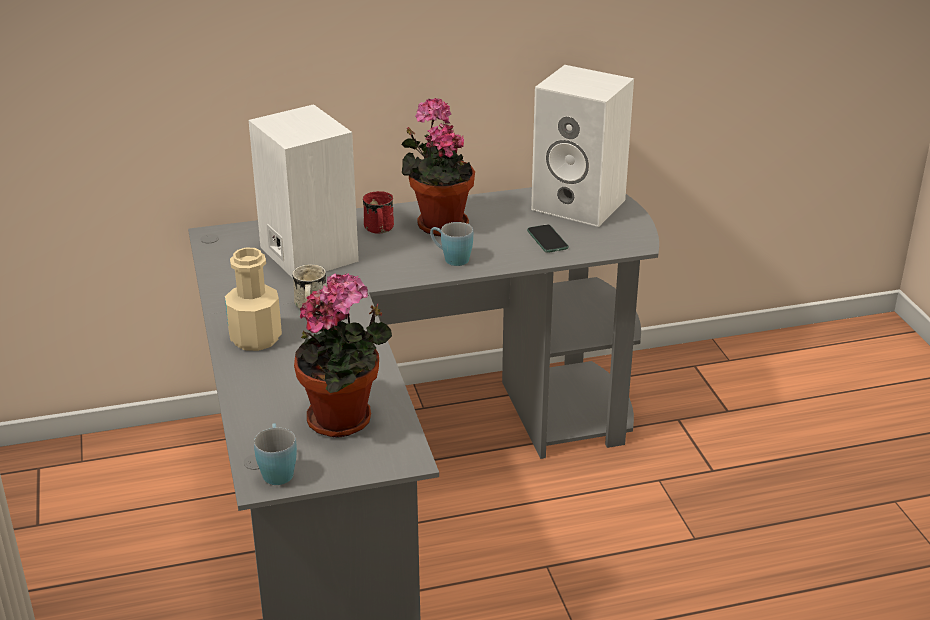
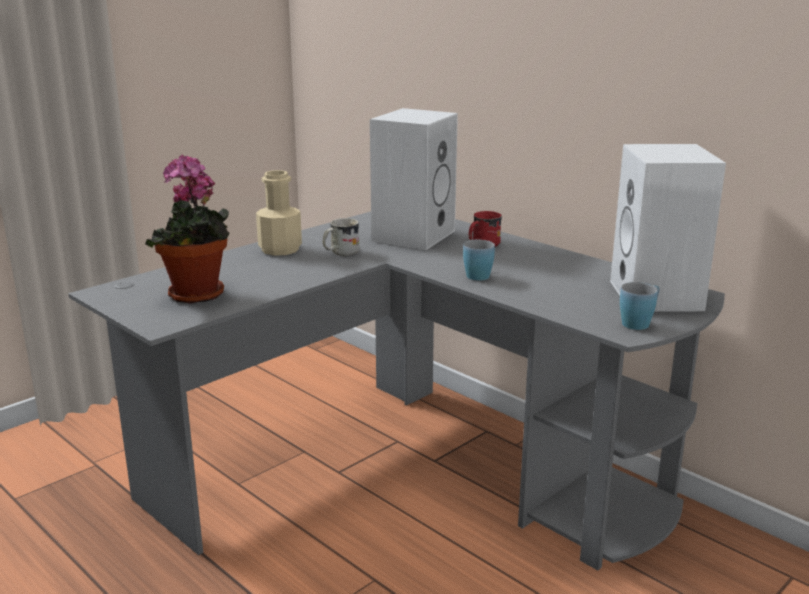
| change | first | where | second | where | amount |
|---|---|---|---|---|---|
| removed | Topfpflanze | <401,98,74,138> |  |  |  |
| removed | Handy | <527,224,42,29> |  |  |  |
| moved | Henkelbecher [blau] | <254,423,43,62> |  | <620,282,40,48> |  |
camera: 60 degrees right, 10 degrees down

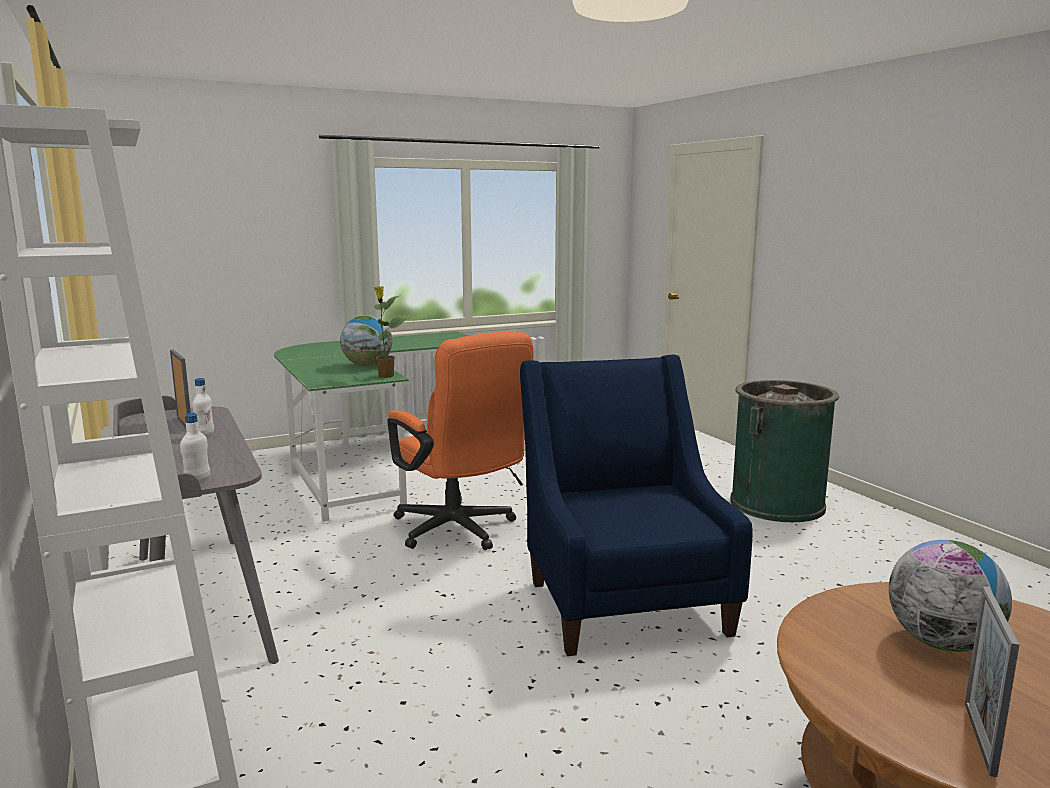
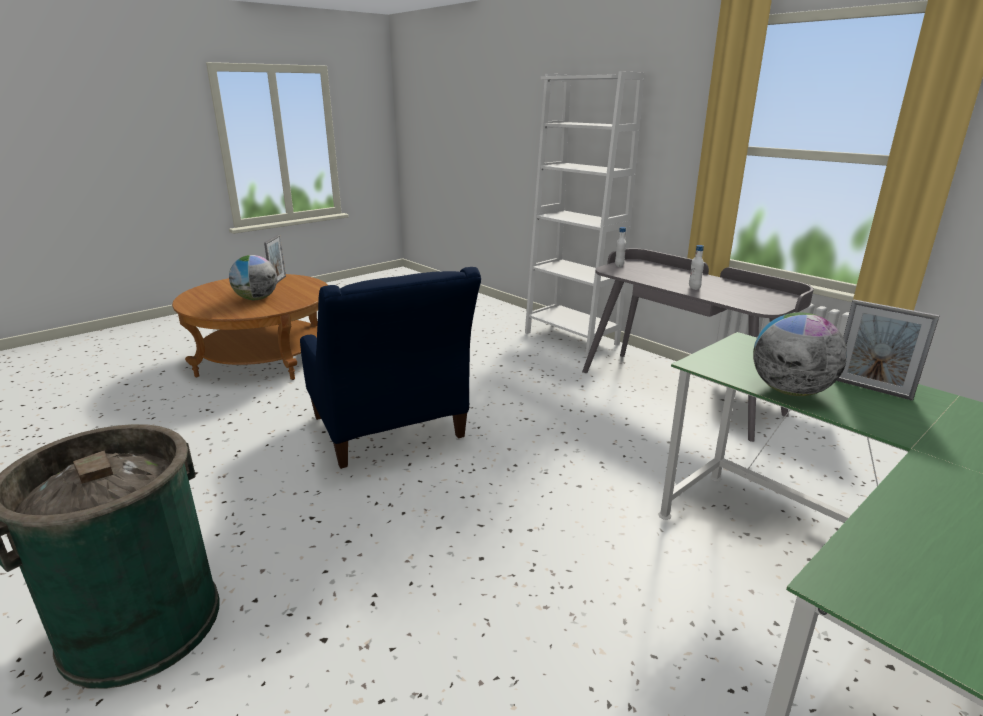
| change | first | where | second | where | amount |
|---|---|---|---|---|---|
| removed | Topfpflanze | <354,286,57,92> |  |  |  |
| removed | Bürostuhl [orange] | <387,332,147,218> |  |  |  |
| moved | Bilderrahmen | <170,349,21,78> |  | <837,299,103,102> |  |
camera: 165 degrees right, 10 degrees up

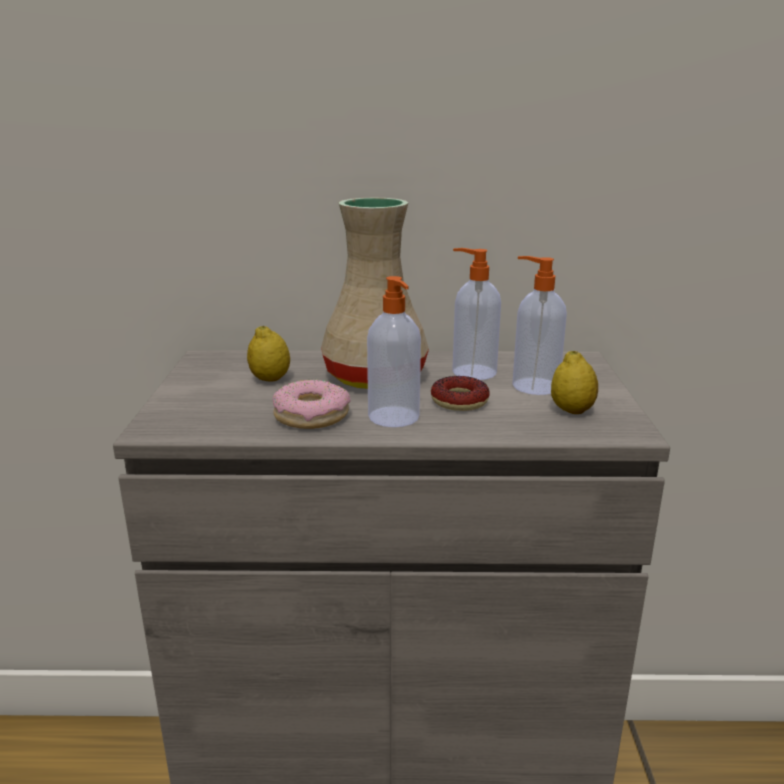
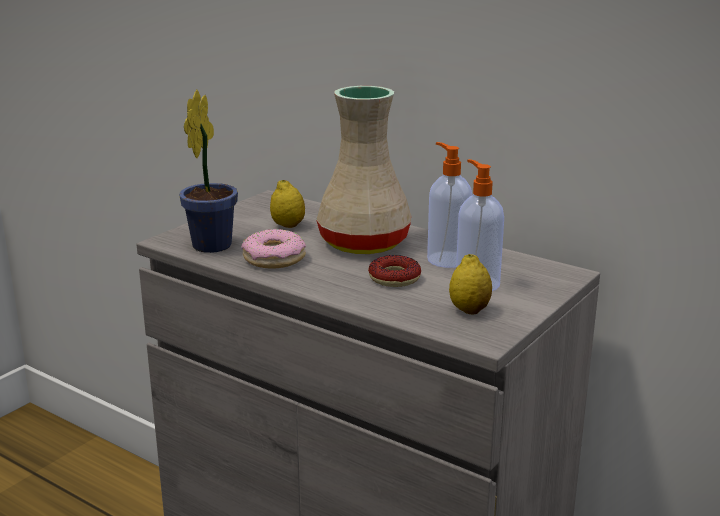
| change | first | where | second | where | amount |
|---|---|---|---|---|---|
| removed | Seifenspender | <367,276,54,151> |  |  |  |
| added |  |  | Topfpflanze | <179,90,59,163> |  |
camera: 35 degrees right, 0 degrees up

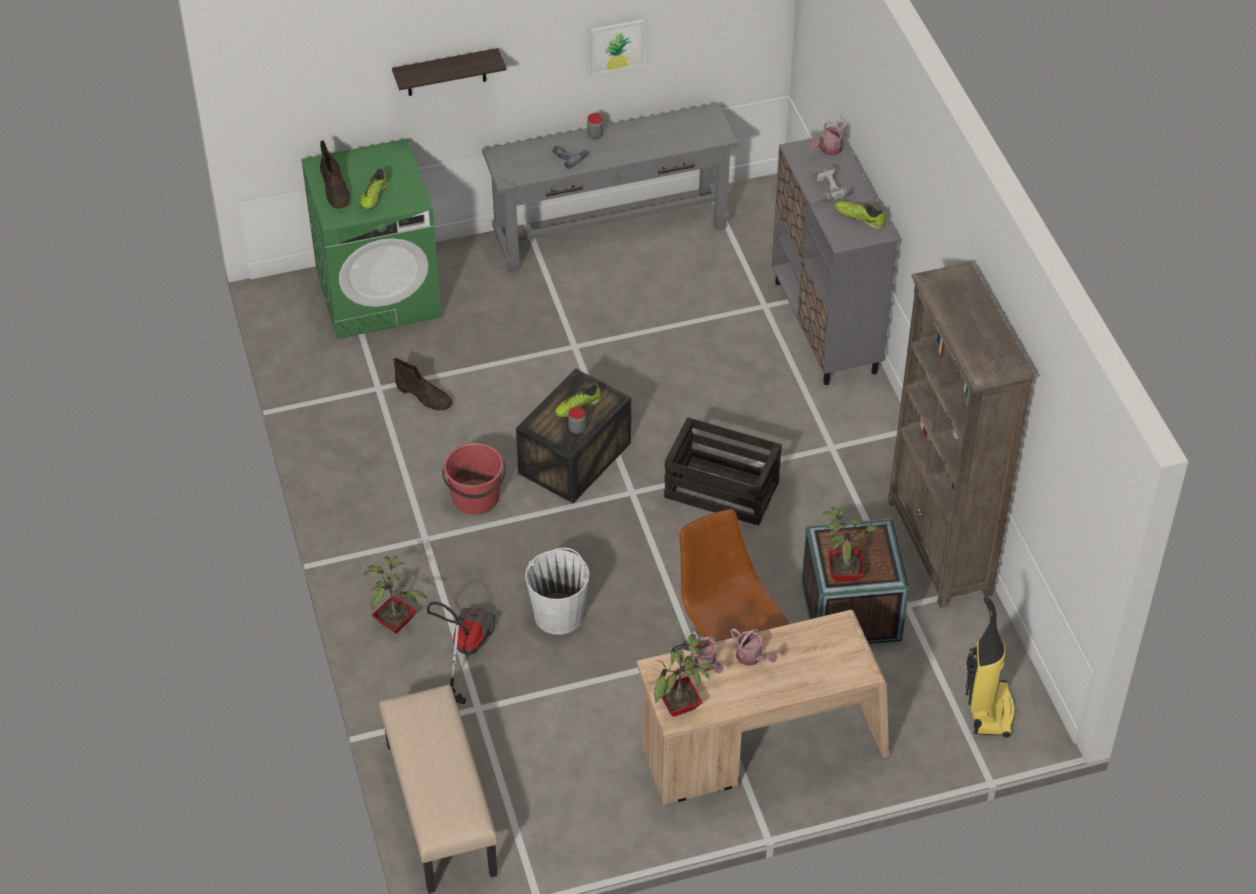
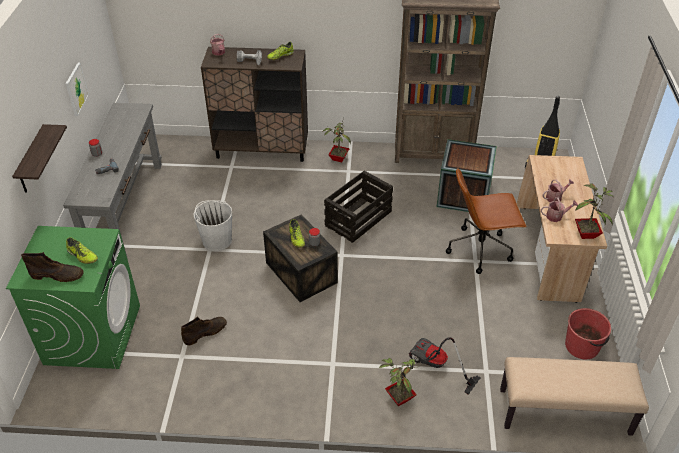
| change | first | where | second | where | amount |
|---|---|---|---|---|---|
| moved | Eimer [rot] | <442,443,64,72> |  | <565,308,46,51> |  |
| moved | Eimer [weiß] | <525,548,65,87> |  | <194,200,38,51> |  |
| moved | Topfpflanze | <822,507,58,74> |  | <322,118,29,44> |  |
| recoloured | Schrank [grau] | <772,136,126,249> | Schrank [braun] | <201,47,107,115> |  |
camera: 70 degrees left, 5 degrees down

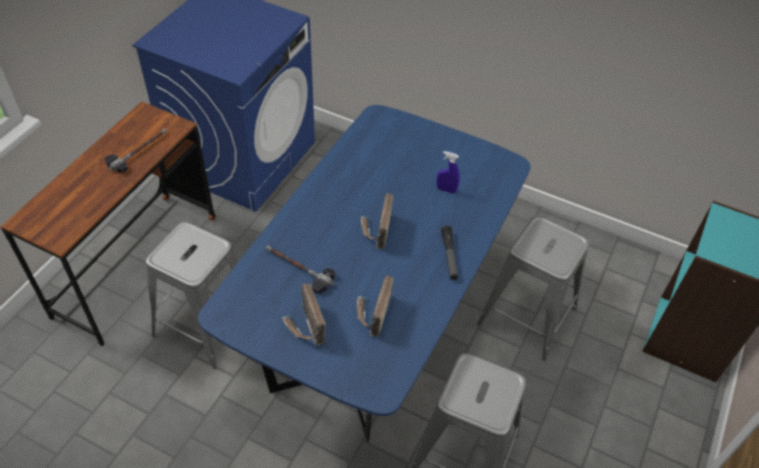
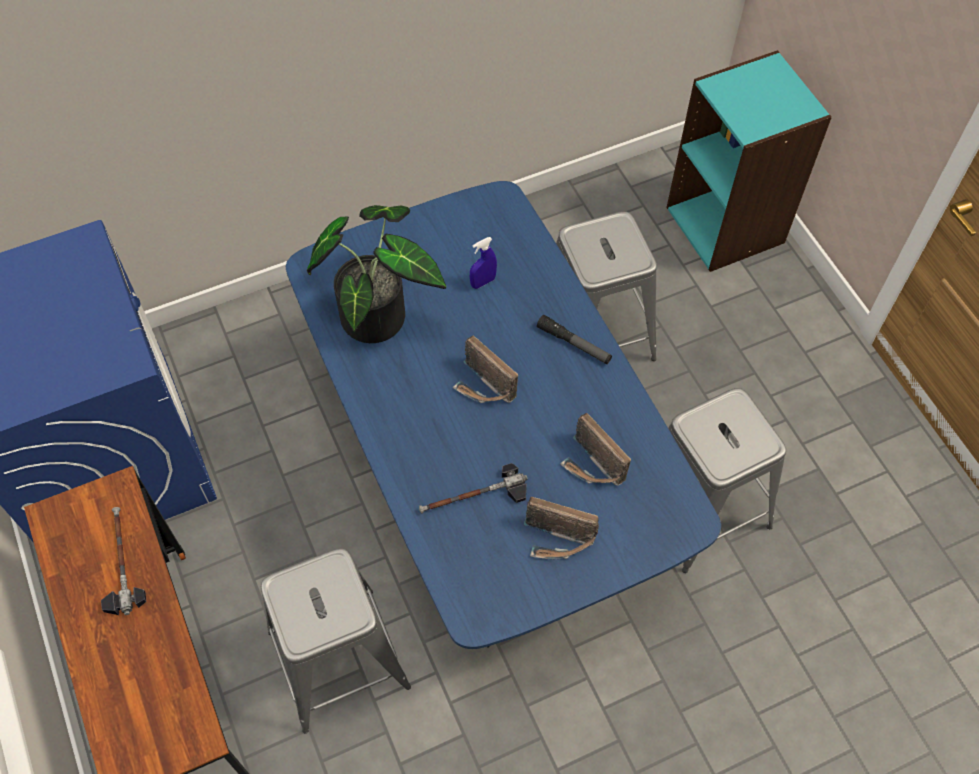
| change | first | where | second | where | amount |
|---|---|---|---|---|---|
| added |  |  | Topfpflanze | <307,205,139,138> |  |
camera: 50 degrees left, 10 degrees up

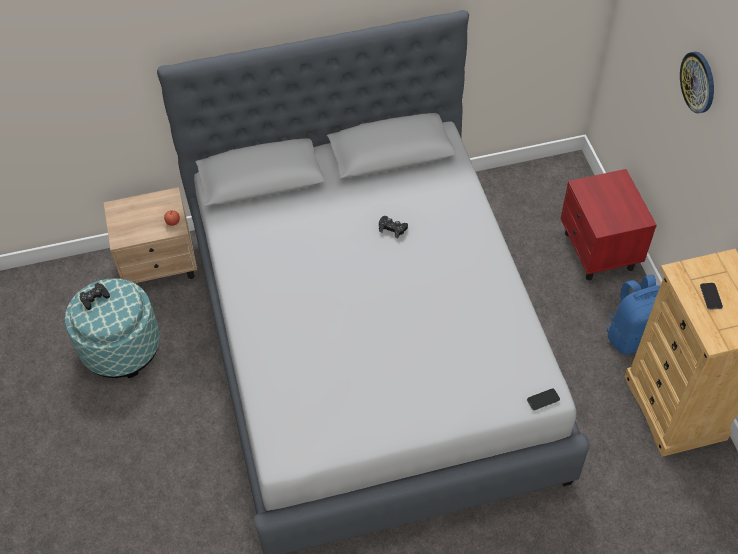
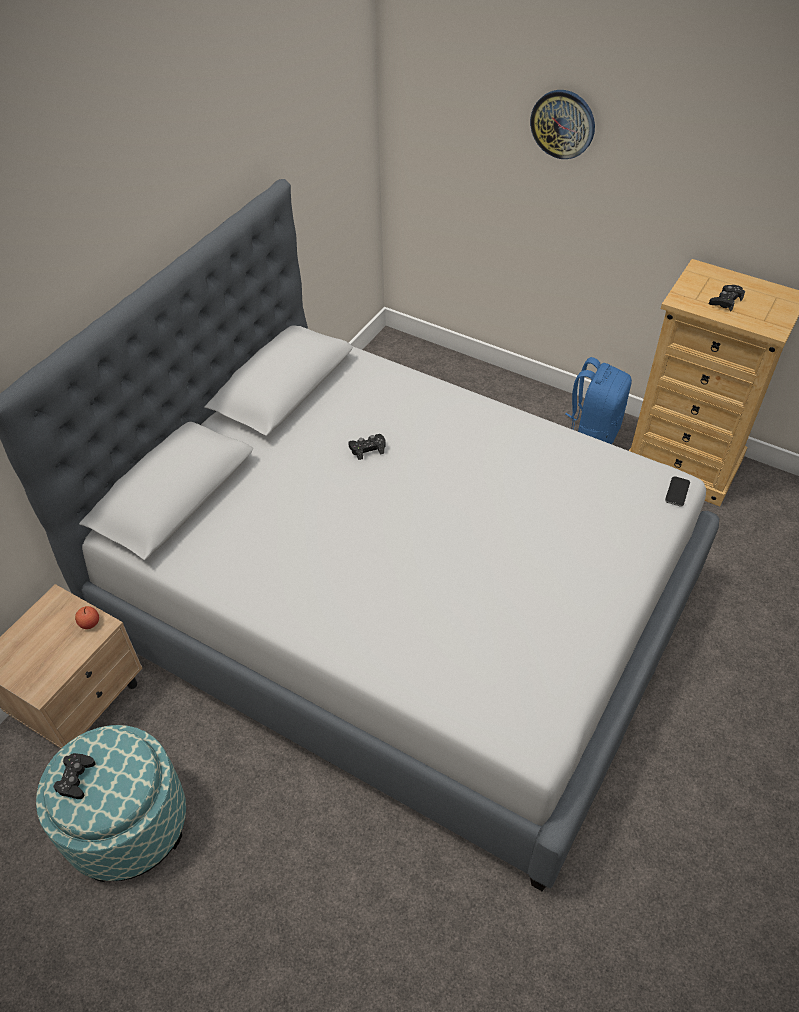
| change | first | where | second | where | amount |
|---|---|---|---|---|---|
| removed | Nachttisch [rot] | <560,169,97,112> |  |  |  |
| replaced | Handy | <700,283,23,27> | Gamepad [schwarz] | <709,285,36,27> |  |
camera: 45 degrees left, 5 degrees down

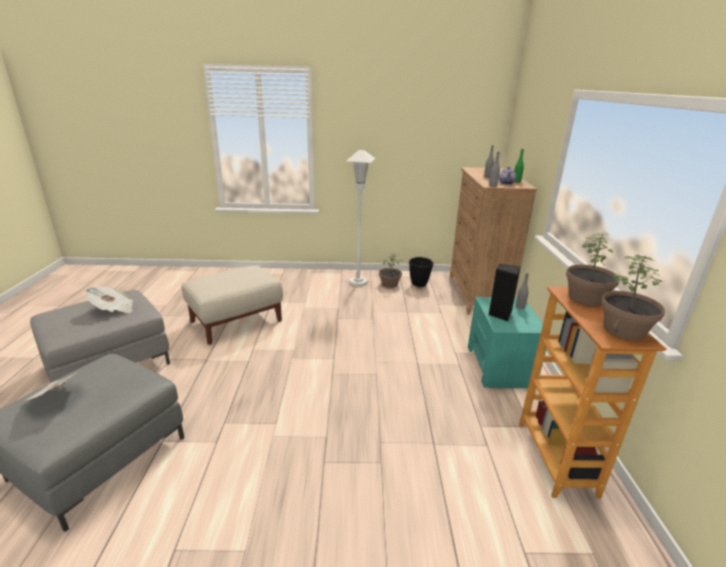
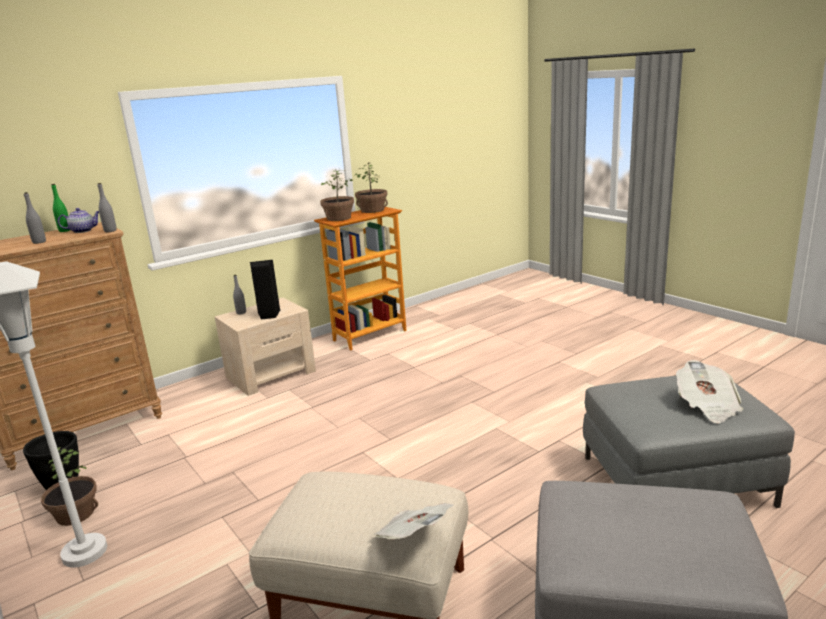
| change | first | where | second | where | amount |
|---|---|---|---|---|---|
| moved | Zeitung | <85,286,48,27> |  | <373,503,81,36> |  |
| recoloured | Nachttisch [türkis] | <468,297,78,91> | Nachttisch [beige] | <215,298,101,98> |  |
camera: 125 degrees left, 5 degrees down

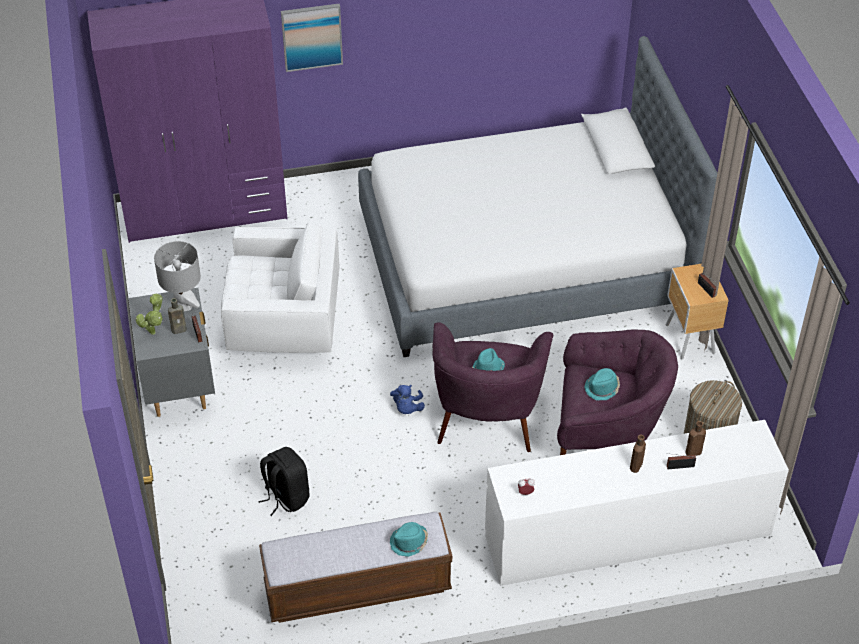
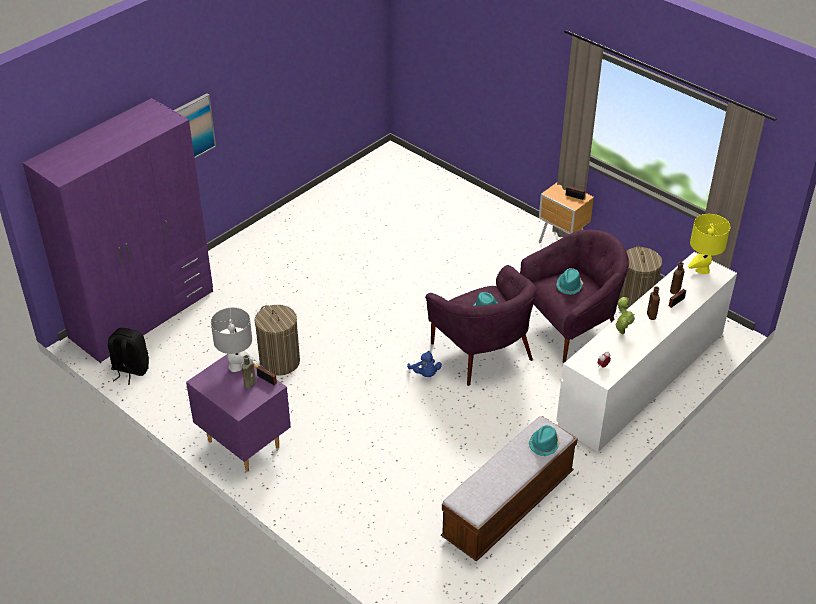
| change | first | where | second | where | amount |
|---|---|---|---|---|---|
| removed | Bett | <358,36,360,321> |  |  |  |
| added |  |  | Tischlampe [gelb] | <688,214,42,60> |  |
| moved | Topfpflanze | <135,294,28,41> |  | <615,297,20,37> |  |
| moved | Rucksack [schwarz] | <258,447,51,69> |  | <108,328,41,57> |  |
| replaced | Sessel [weiß] | <221,223,118,130> | Wäschekorb | <255,305,45,71> |  |
| recoloured | Nachttisch [grau] | <129,288,86,129> | Nachttisch [lila] | <186,354,105,118> |  |
camera: 35 degrees left, 5 degrees down

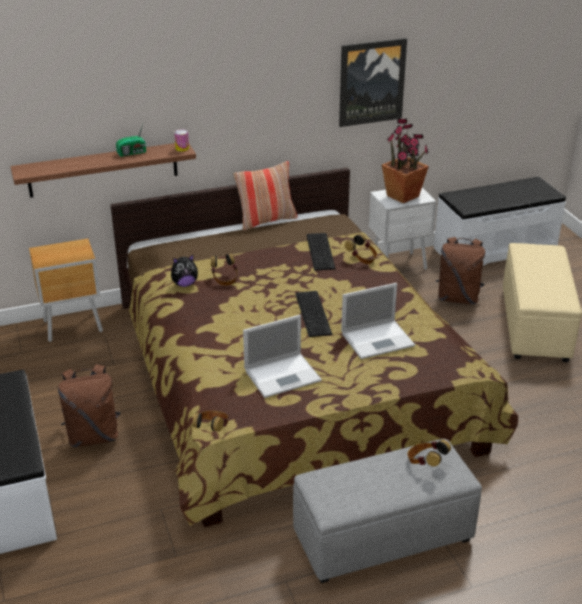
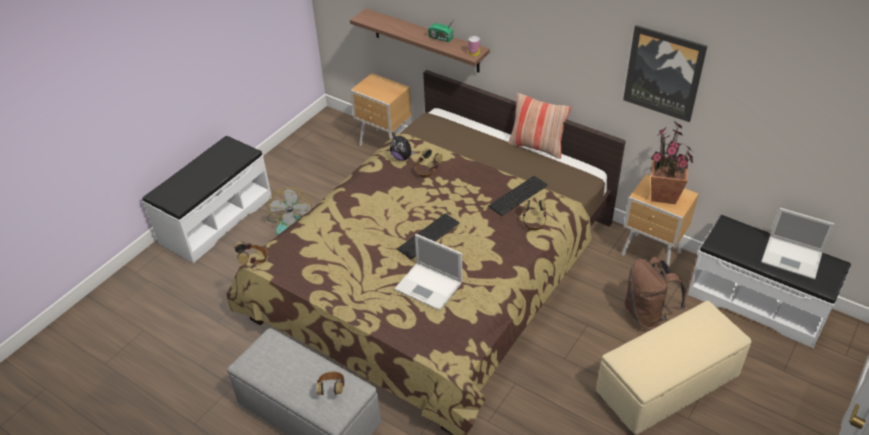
| change | first | where | second | where | amount |
|---|---|---|---|---|---|
| moved | Laptop | <243,315,79,83> |  | <761,208,73,72> |  |
| replaced | Rucksack [braun] | <58,364,63,83> | Ventilator | <267,187,45,48> |  |
| recoloured | Nachttisch [weiß] | <369,188,67,82> | Nachttisch [braun] | <621,174,78,92> |  |
camera: 55 degrees right, 10 degrees up

